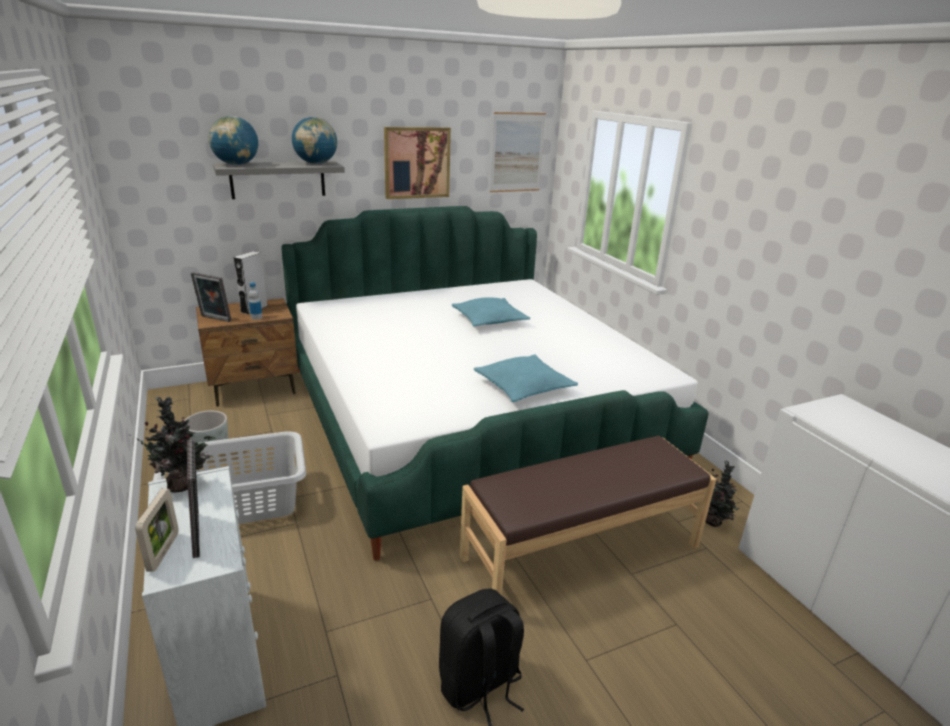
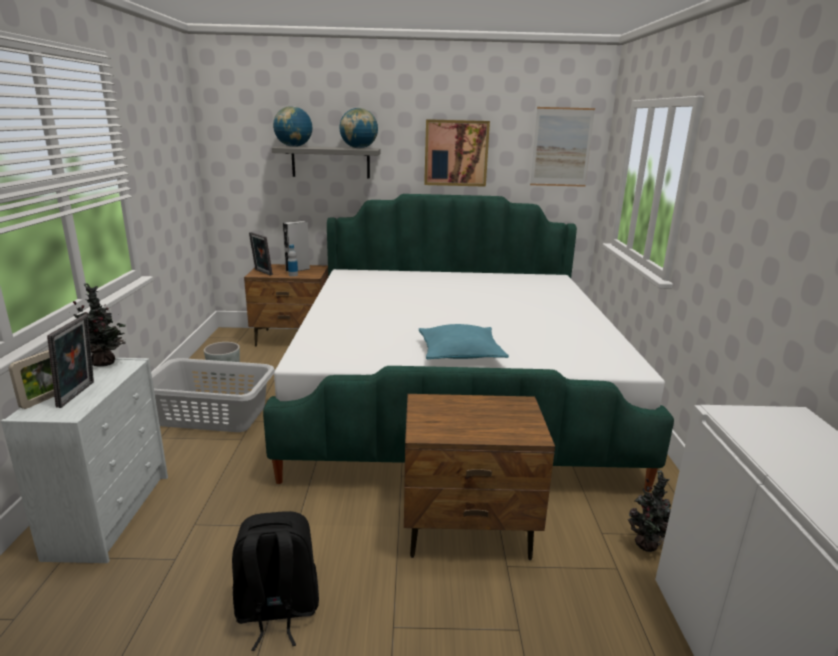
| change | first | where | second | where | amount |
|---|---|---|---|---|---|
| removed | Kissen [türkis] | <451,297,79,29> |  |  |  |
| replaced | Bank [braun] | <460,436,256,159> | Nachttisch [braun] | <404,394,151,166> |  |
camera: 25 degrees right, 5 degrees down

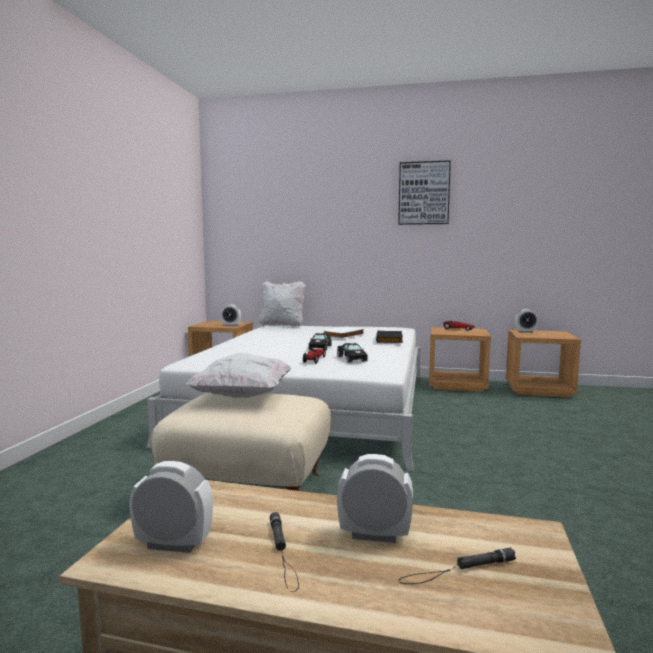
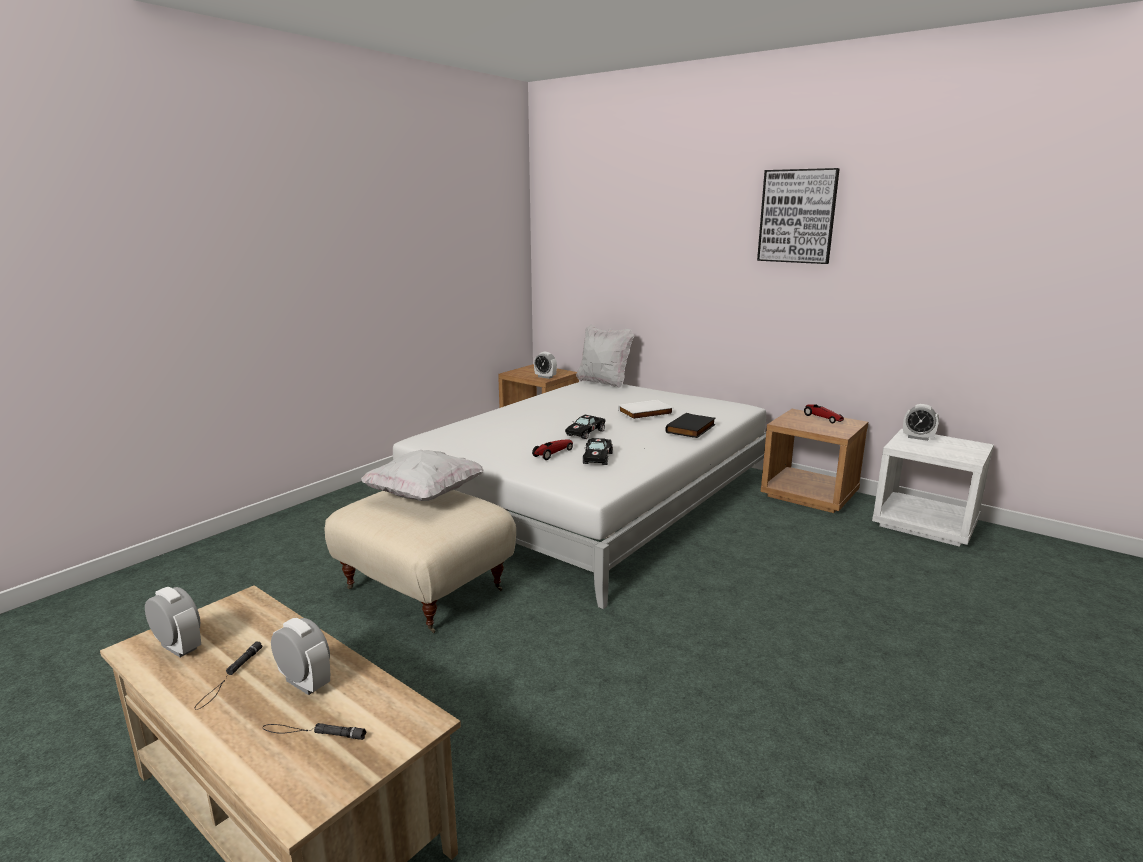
| change | first | where | second | where | amount |
|---|---|---|---|---|---|
| recoloured | Nachttisch [braun] | <506,330,75,68> | Nachttisch [weiß] | <872,429,122,118> |  |
camera: 25 degrees right, 10 degrees up

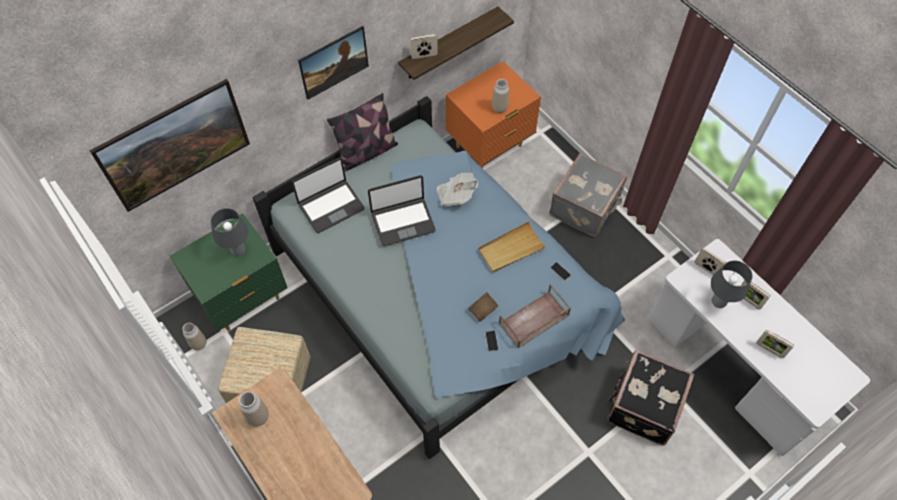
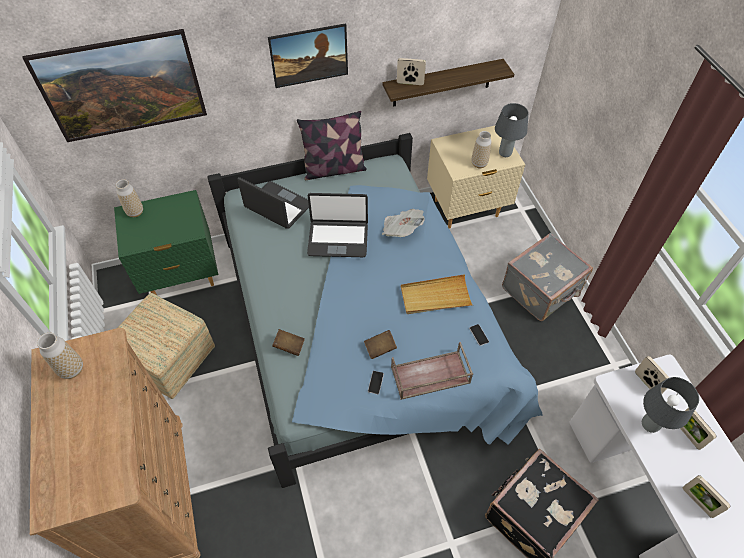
| change | first | where | second | where | amount |
|---|---|---|---|---|---|
| added |  |  | Buch [braun] | <272,329,33,27> |  |
| moved | Vase | <182,323,25,27> |  | <116,179,27,38> |  |
| moved | Tischlampe [grau] | <211,208,38,48> |  | <495,103,33,54> |  |
| recoloured | Nachttisch [orange] | <446,61,95,107> | Nachttisch [beige] | <427,126,98,103> |  |
| turned | Laptop | <292,157,73,76> |  | <237,177,72,52> | 135 degrees counterclockwise |
camera: 20 degrees right, 5 degrees down

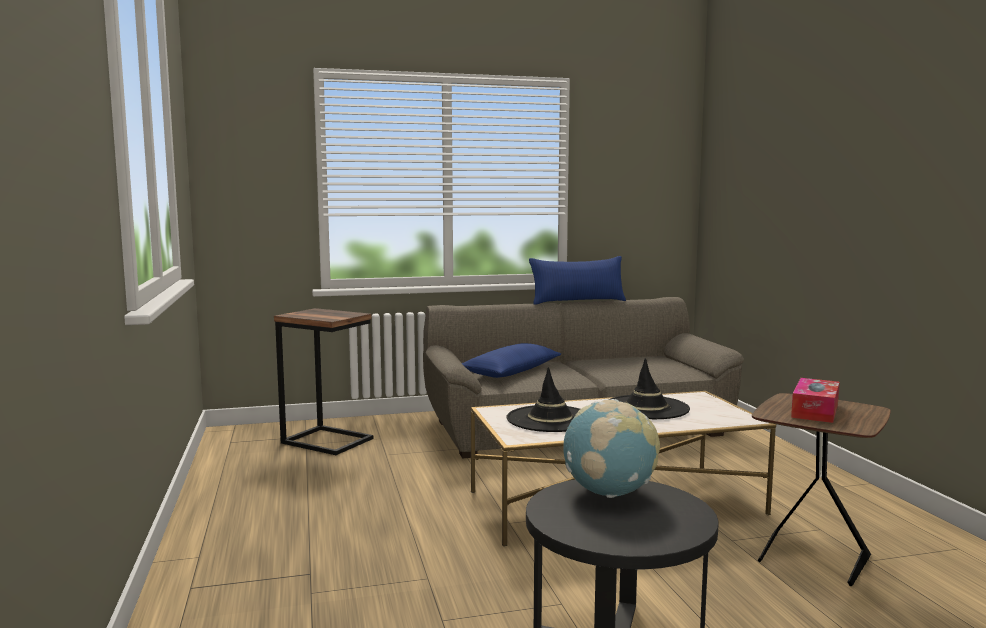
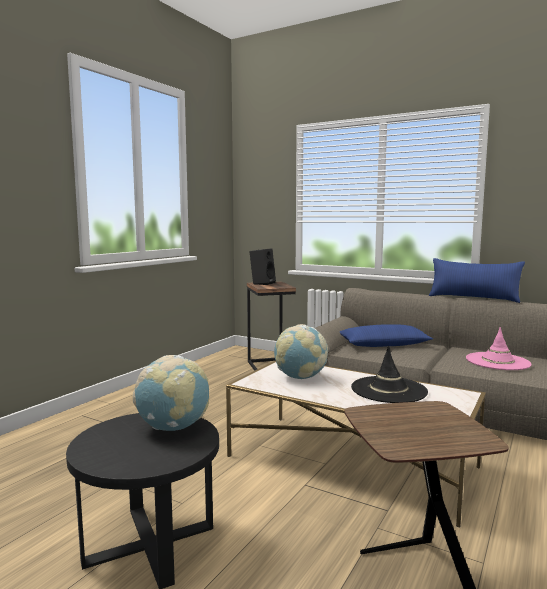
| change | first | where | second | where | amount |
|---|---|---|---|---|---|
| removed | Taschentuchbox | <791,378,49,45> |  |  |  |
| added |  |  | Lautsprecher [schwarz] | <249,248,27,37> |  |
| added |  |  | Hut [rosa] | <466,327,66,43> |  |
| replaced | Hut [schwarz] | <507,367,73,65> | Globus | <274,324,54,55> |  |
camera: 45 degrees right, 0 degrees up

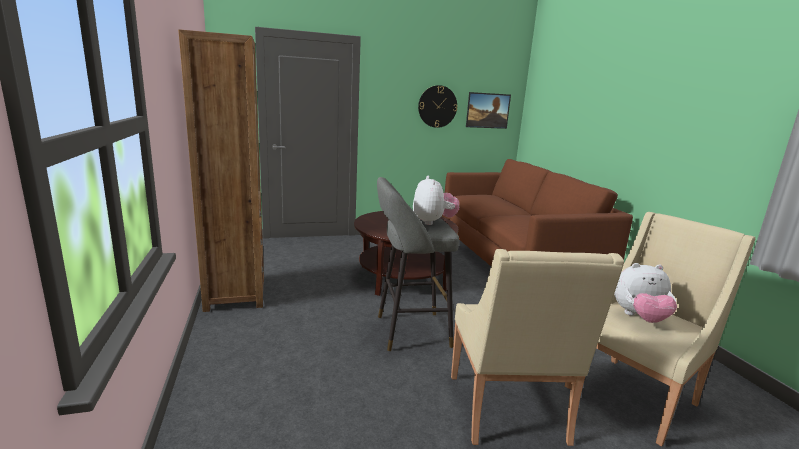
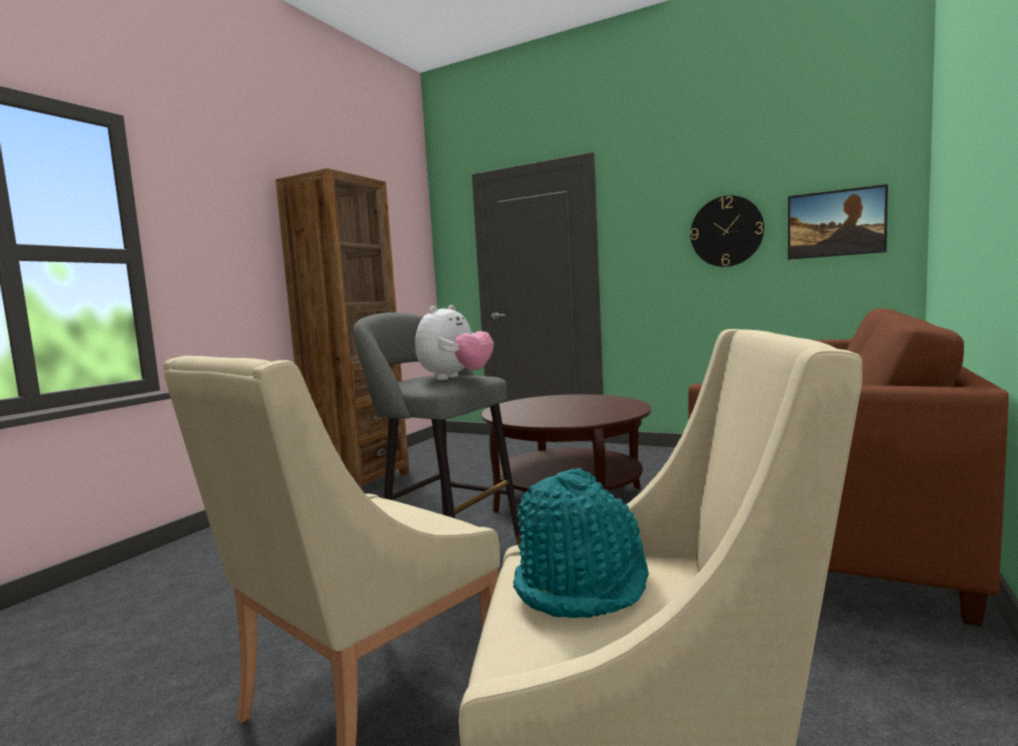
| change | first | where | second | where | amount |
|---|---|---|---|---|---|
| replaced | Plüschtier | <614,263,63,60> | Hut [türkis] | <513,468,136,150> |  |
camera: 45 degrees right, 10 degrees down

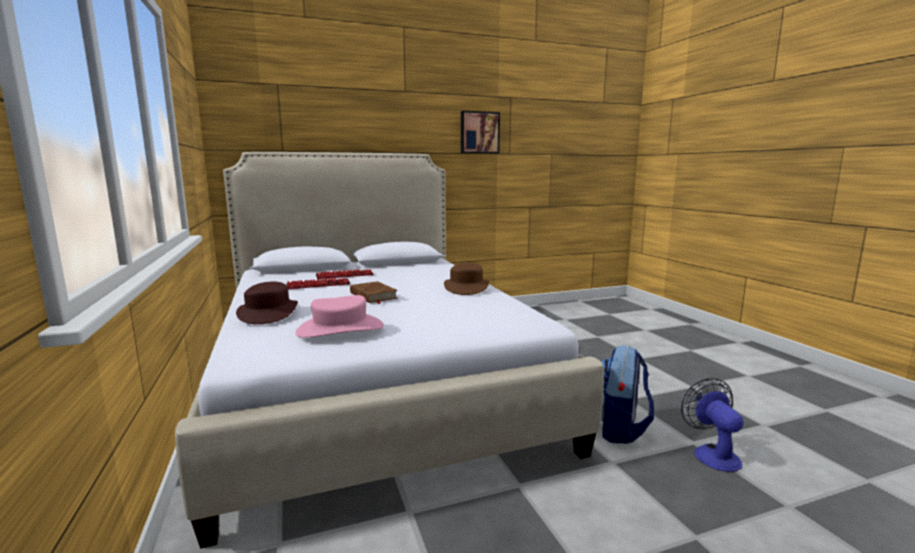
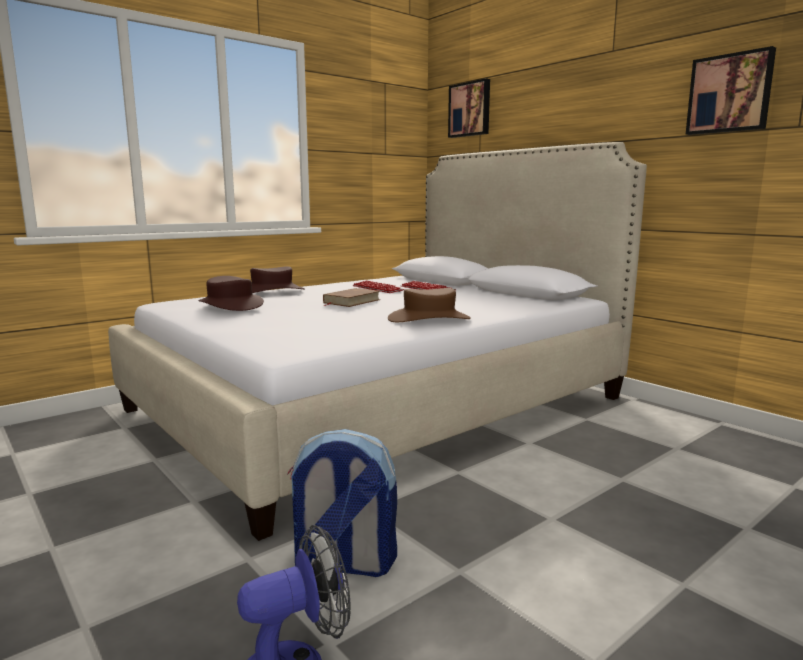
| change | first | where | second | where | amount |
|---|---|---|---|---|---|
| added |  |  | Bild | <448,78,42,60> |  |
| recoloured | Hut [rosa] | <296,295,88,43> | Hut [braun] | <198,276,66,35> |  |
camera: 70 degrees right, 0 degrees up

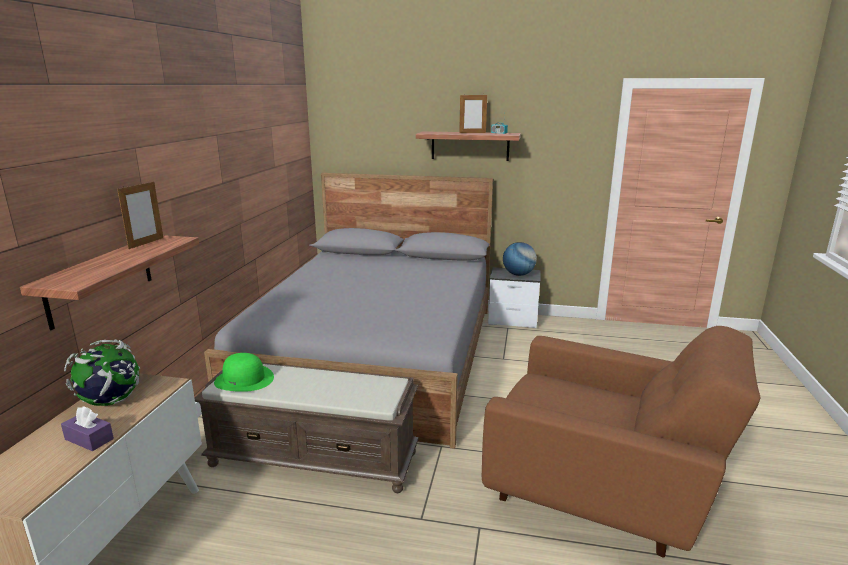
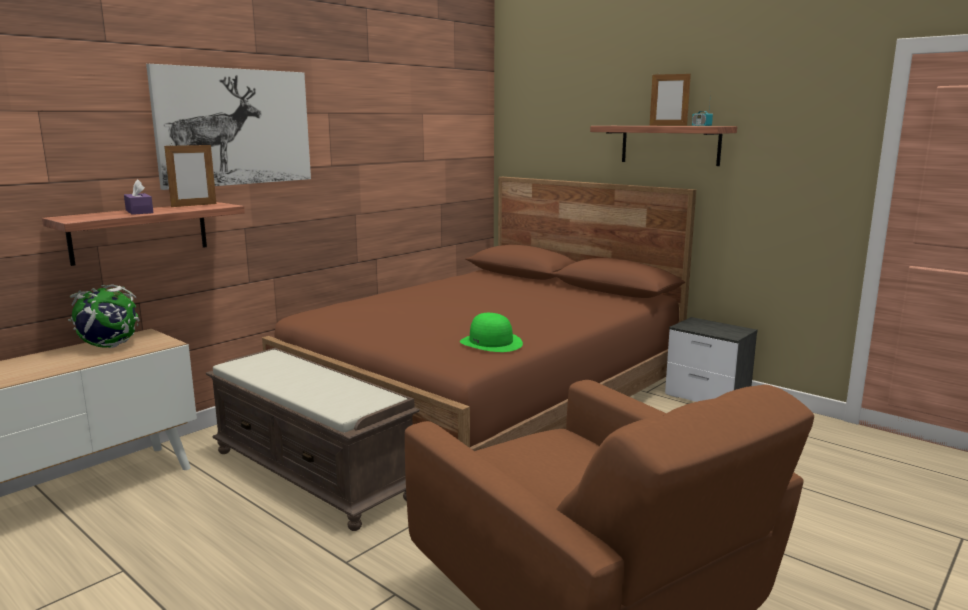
| change | first | where | second | where | amount |
|---|---|---|---|---|---|
| removed | Globus | <503,242,34,34> |  |  |  |
| added |  |  | Bild | <146,64,165,126> |  |
| moved | Taschentuchbox [lila] | <61,406,53,45> |  | <124,179,29,36> |  |
| moved | Hut [grün] | <214,353,60,39> |  | <460,313,63,39> |  |
| recoloured | Bett [grau] | <204,173,289,276> | Bett [braun] | <262,177,434,274> |  |
camera: 30 degrees right, 5 degrees down

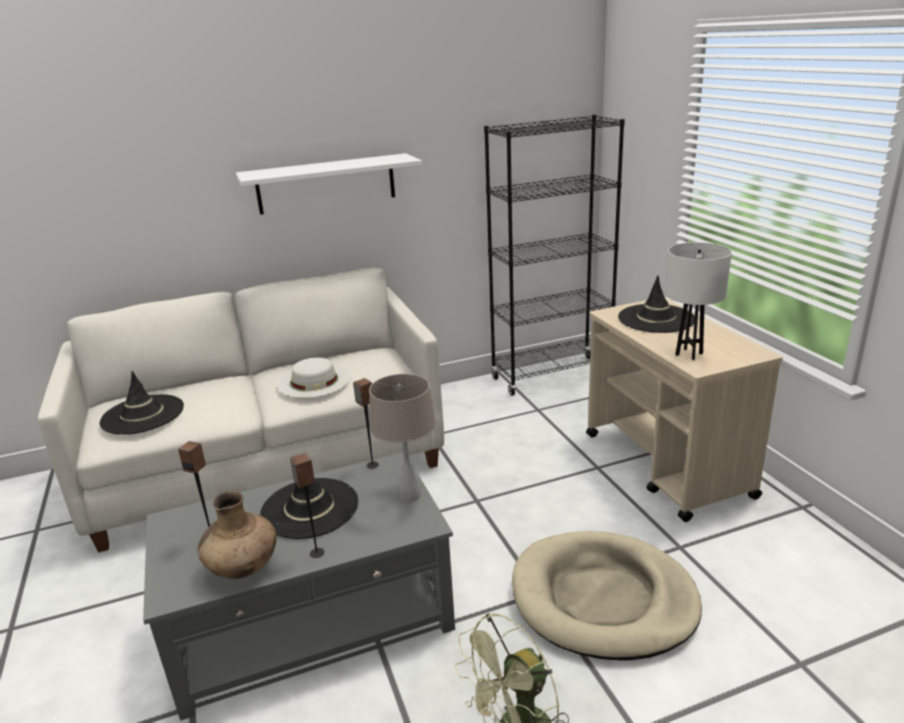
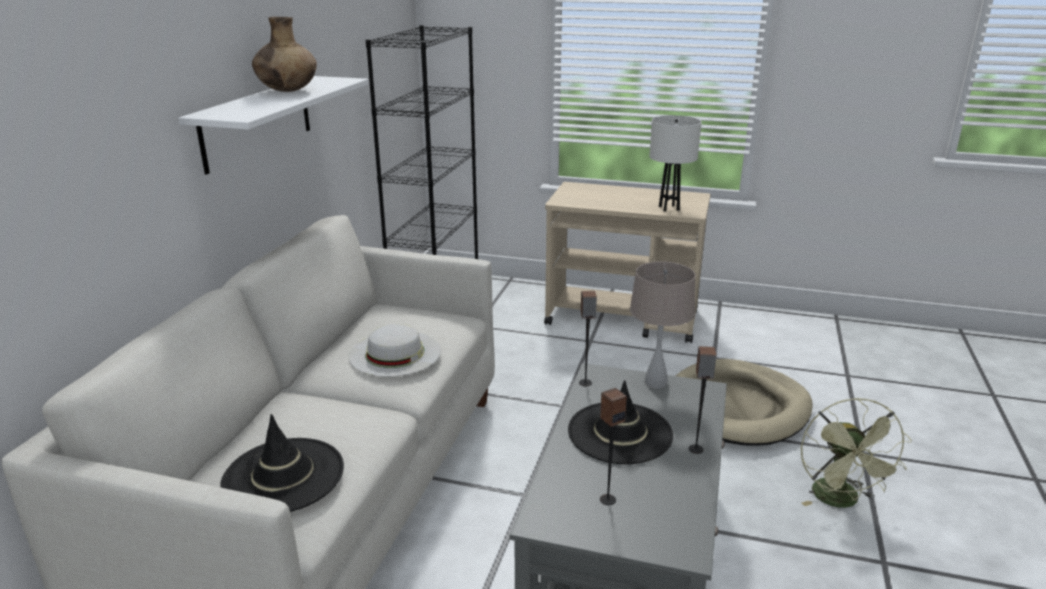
| change | first | where | second | where | amount |
|---|---|---|---|---|---|
| removed | Hut [schwarz] | <618,275,77,58> |  |  |  |
| moved | Vase [braun] | <198,491,78,88> |  | <252,17,65,75> |  |
camera: 55 degrees left, 0 degrees up

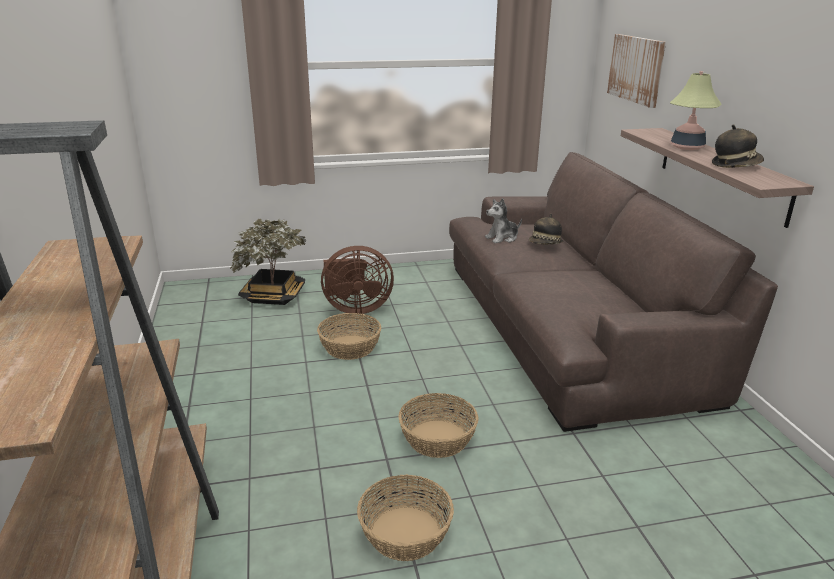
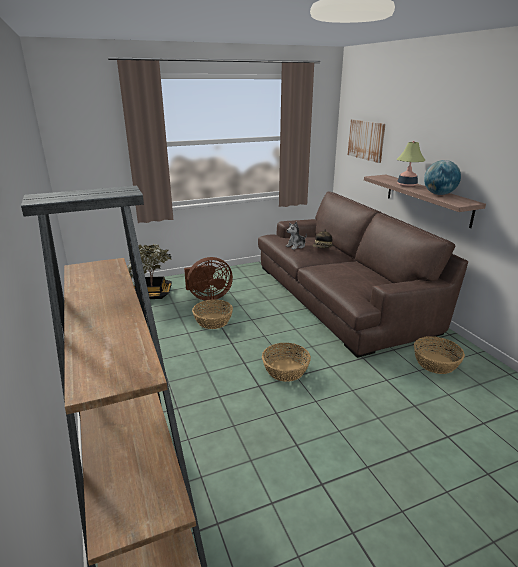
| change | first | where | second | where | amount |
|---|---|---|---|---|---|
| moved | Korb | <357,474,97,87> |  | <414,336,51,38> |  |
| replaced | Hut | <712,125,52,43> | Globus | <424,160,37,35> |  |
camera: 10 degrees left, 0 degrees up

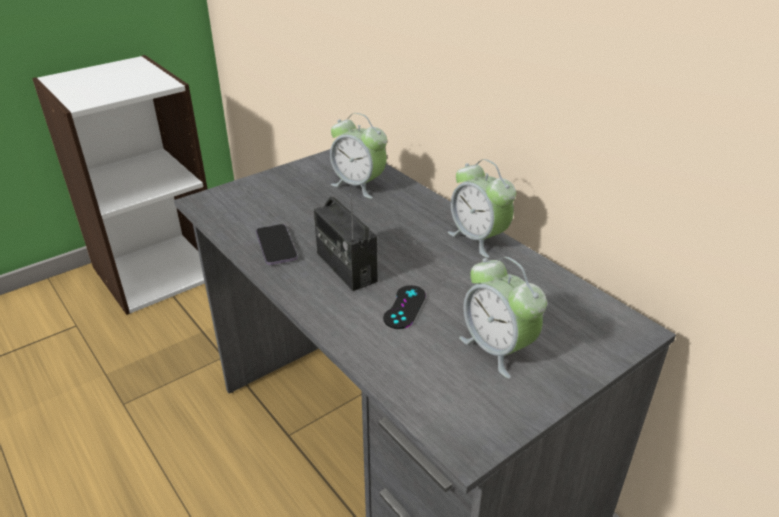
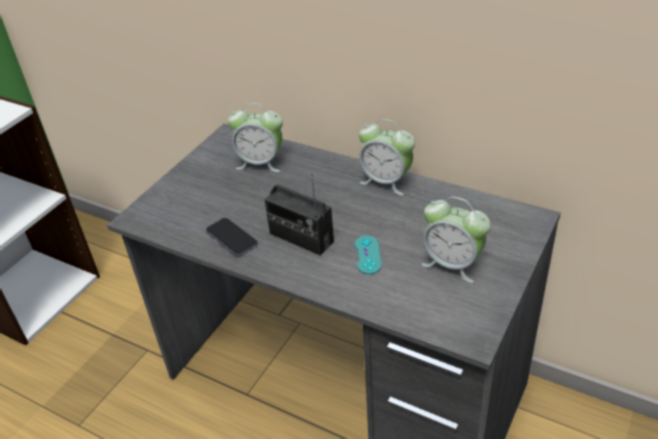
| change | first | where | second | where | amount |
|---|---|---|---|---|---|
| recoloured | Gamepad [schwarz] | <383,285,43,44> | Gamepad [türkis] | <355,236,27,39> |  |
camera: 20 degrees left, 5 degrees up

